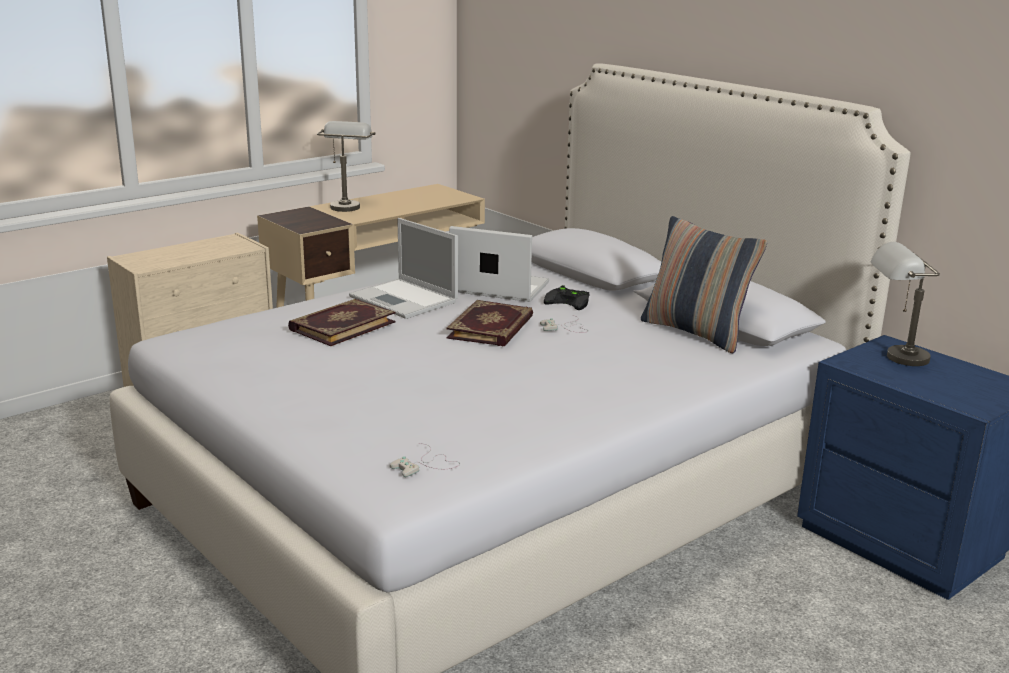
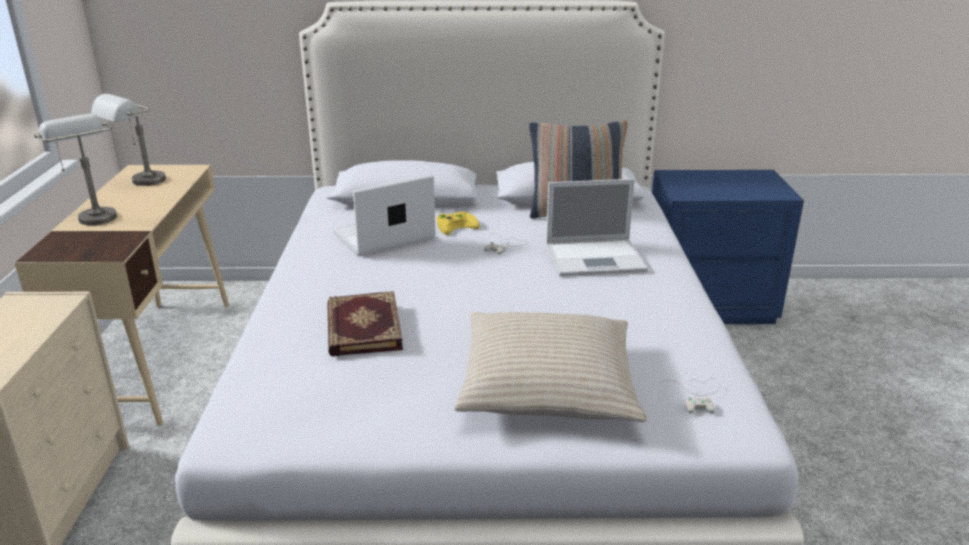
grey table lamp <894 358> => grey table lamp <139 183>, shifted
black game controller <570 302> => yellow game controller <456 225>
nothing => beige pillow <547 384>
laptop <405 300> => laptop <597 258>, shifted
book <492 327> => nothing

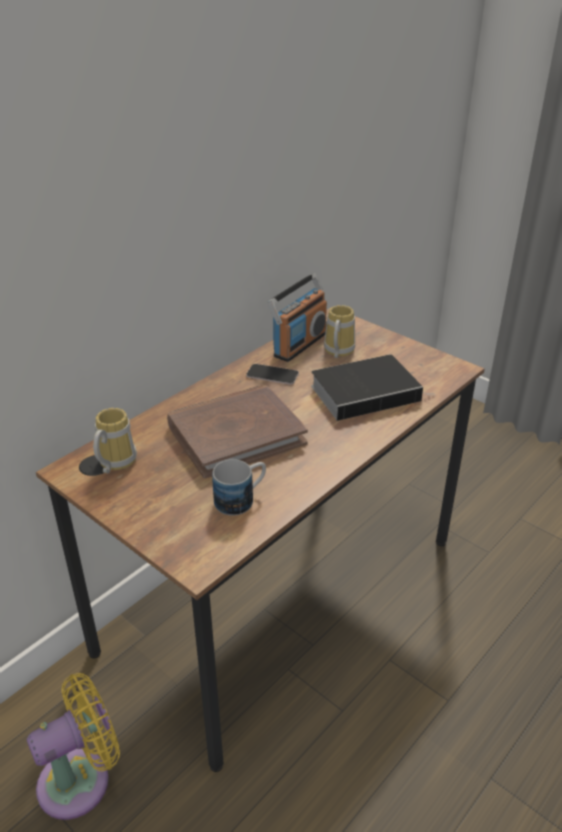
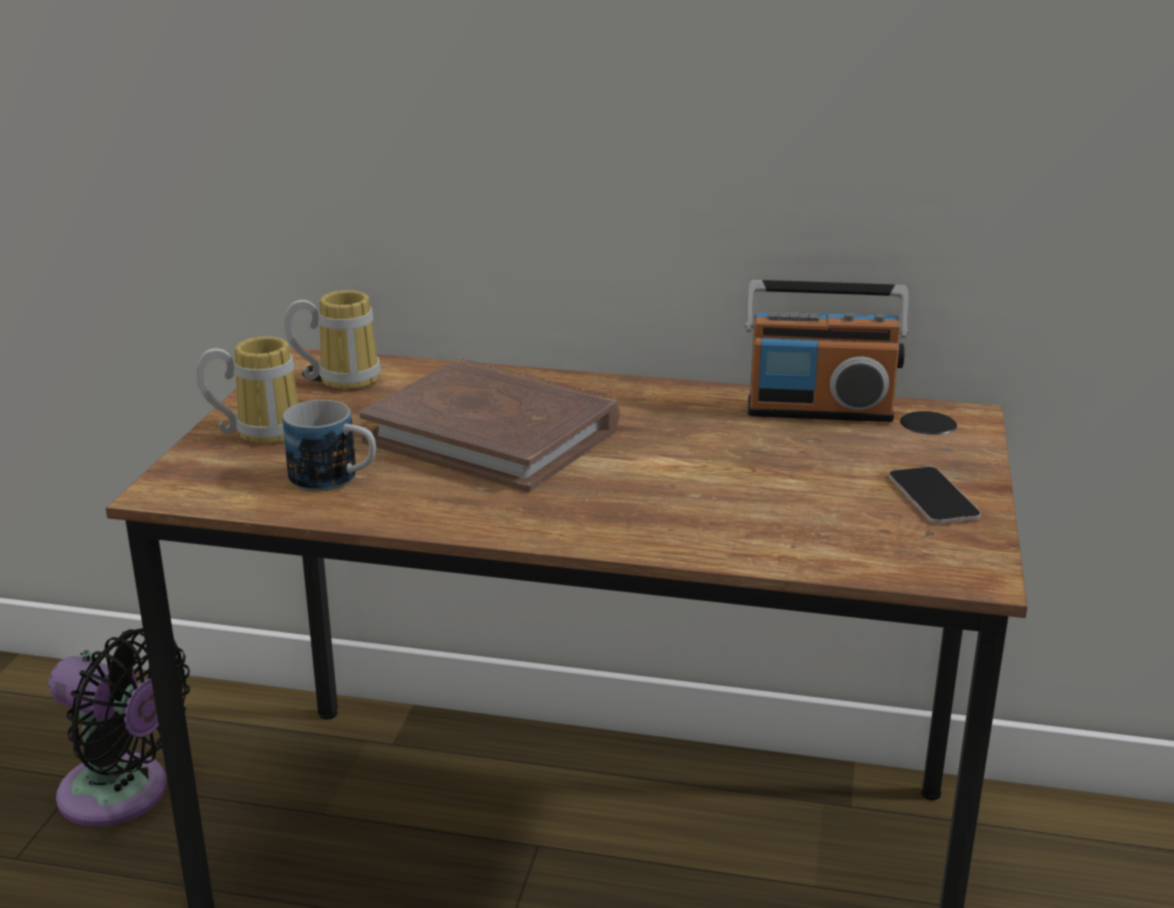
yellow fan <81 779> => black fan <122 795>
mug <336 351> => mug <259 431>, shifted
phone <272 375> => phone <933 497>, shifted
book <367 392> => nothing

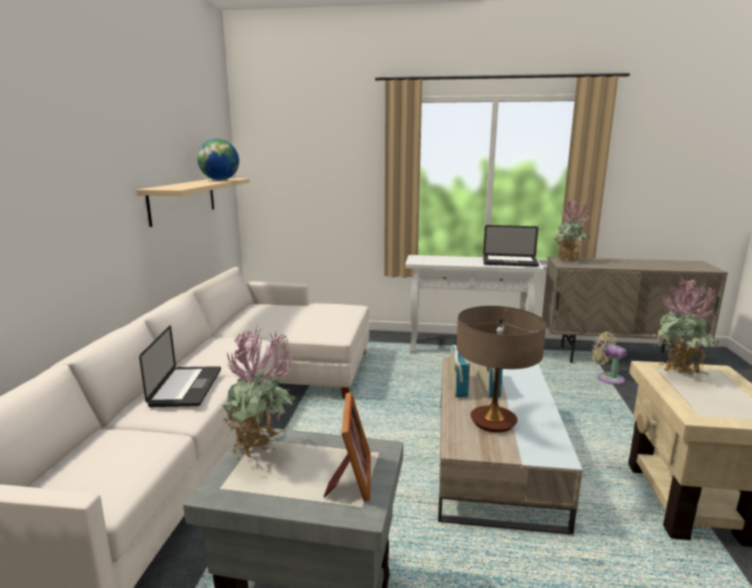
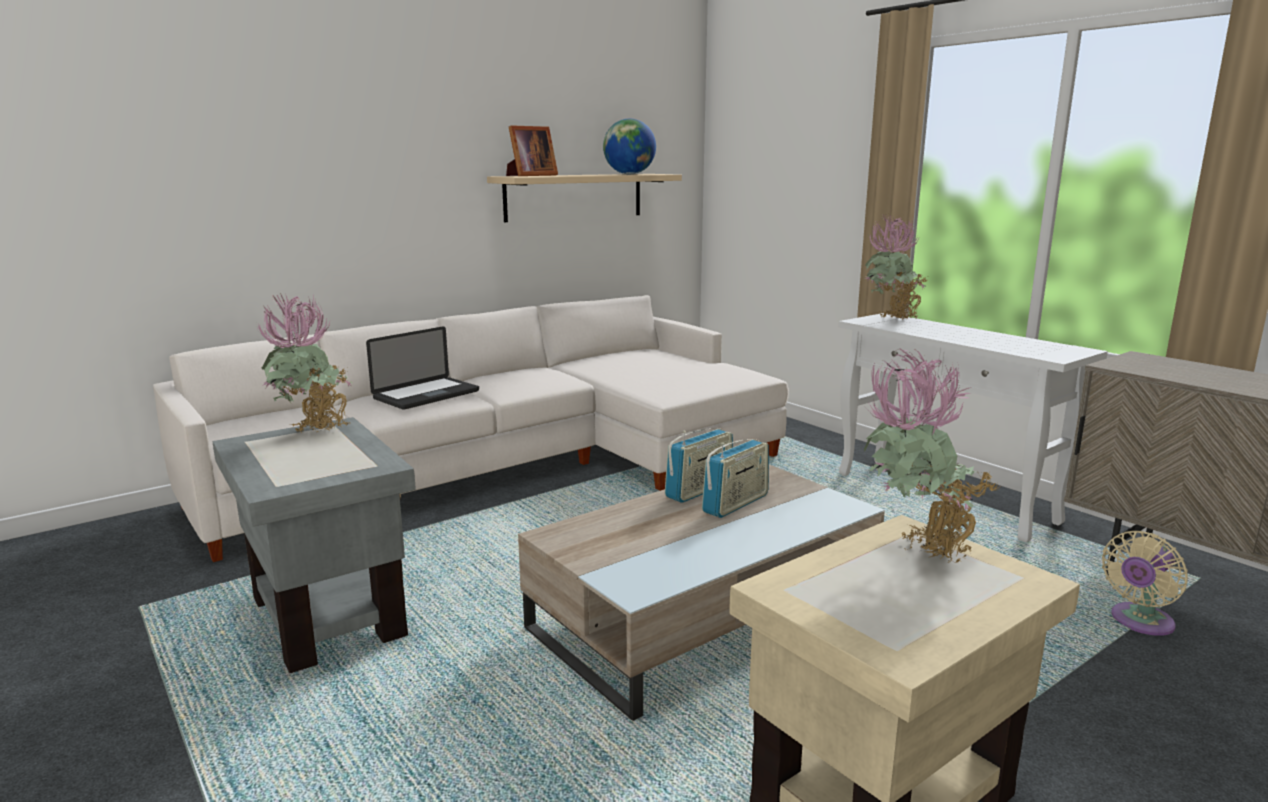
picture frame <350 478> => picture frame <530 175>, shifted
potted plant <569 261> => potted plant <892 320>, shifted
beige fan <607 378> => beige fan <1139 622>, 135 degrees counterclockwise
table lamp <493 422> => nothing
laptop <509 262> => nothing

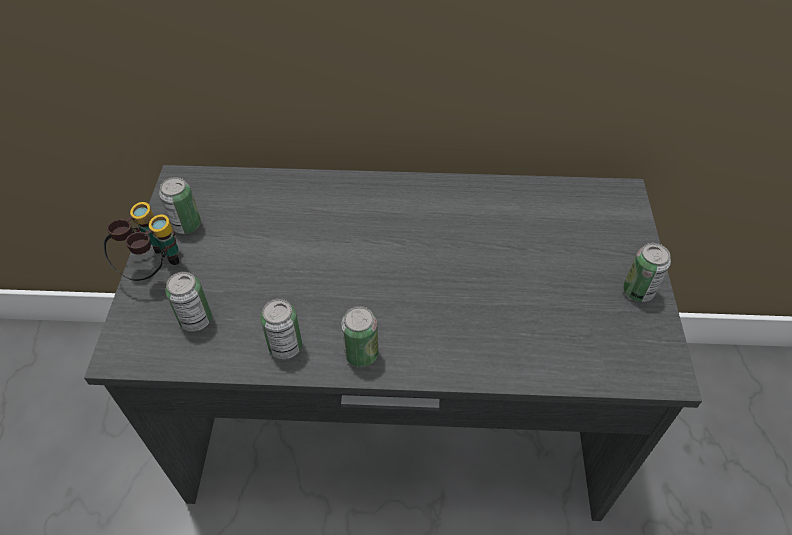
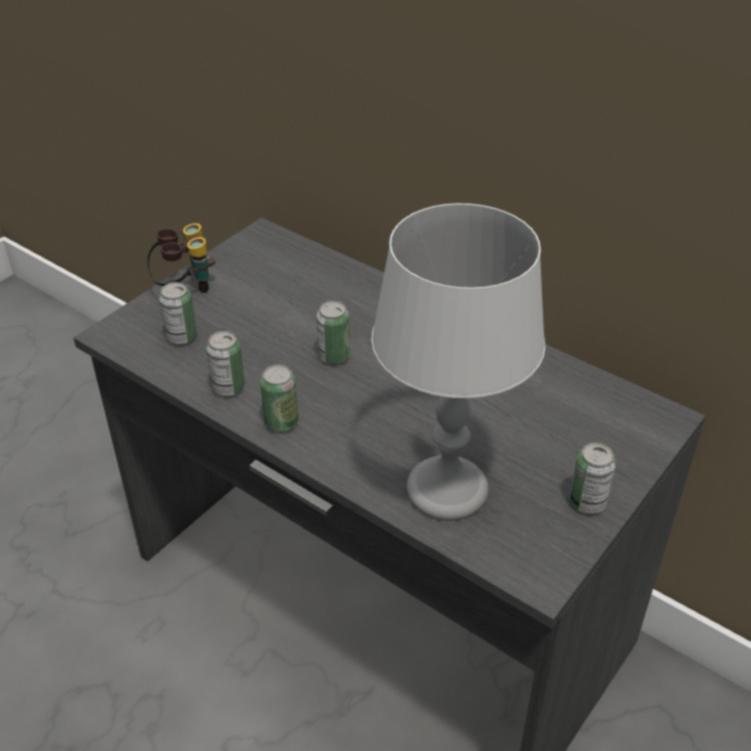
can <187 225> => can <334 356>, shifted
nothing => grey table lamp <447 489>

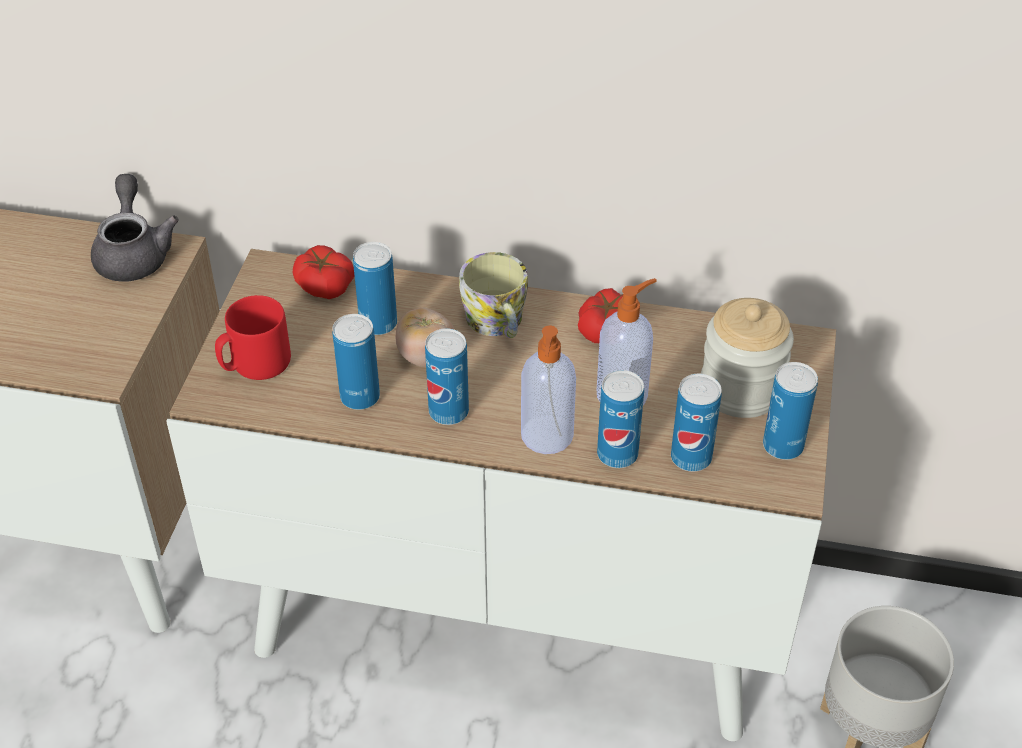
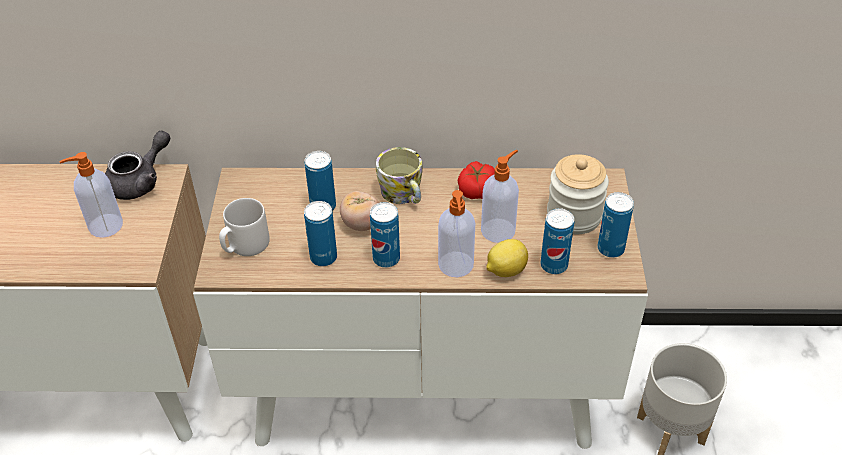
nothing => soap dispenser <104 226>
grey teapot <134 253> => grey teapot <140 181>, 60 degrees clockwise
red mug <254 364> => grey mug <245 245>
can <617 454> => lemon <505 270>
tomato <324 285> => nothing

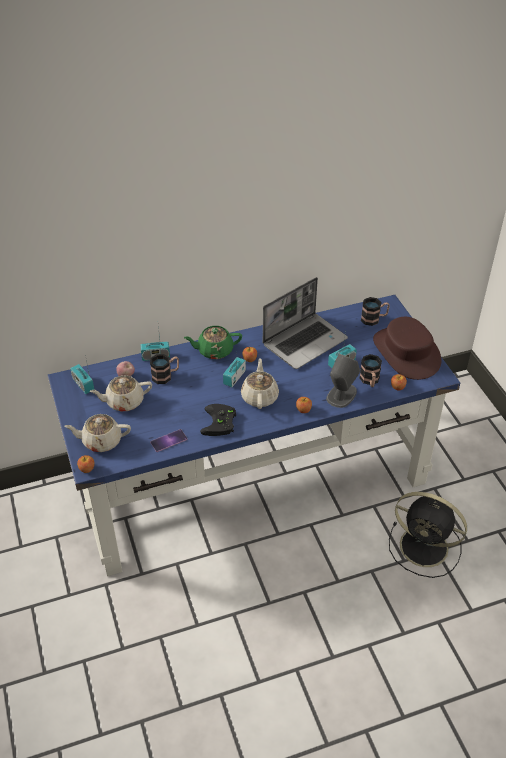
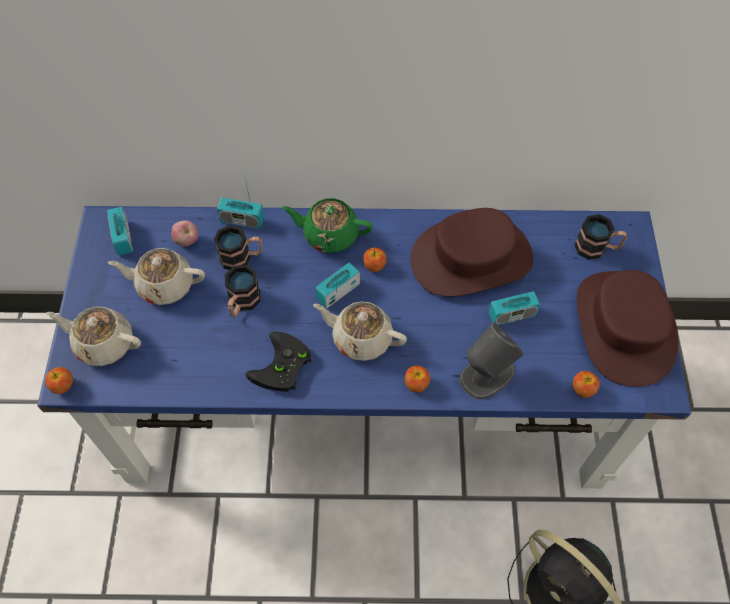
mug <370 381> => mug <242 303>, shifted
beige teapot <259 396> => beige teapot <361 338>, 90 degrees counterclockwise
laptop <305 341> => brown hat <471 258>
phone <169 440> => nothing

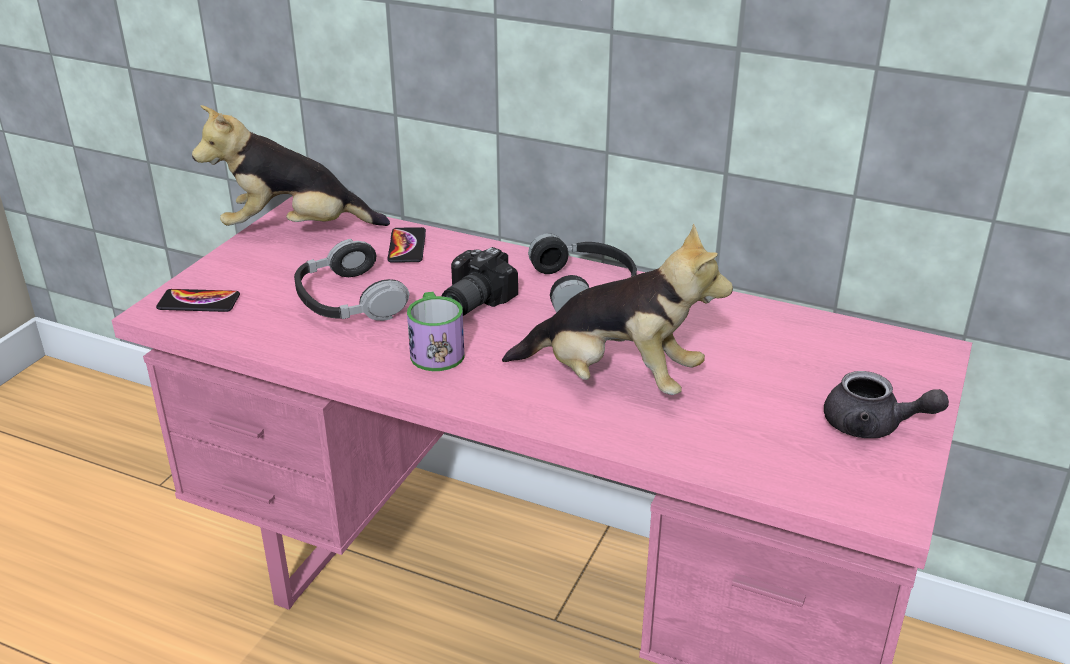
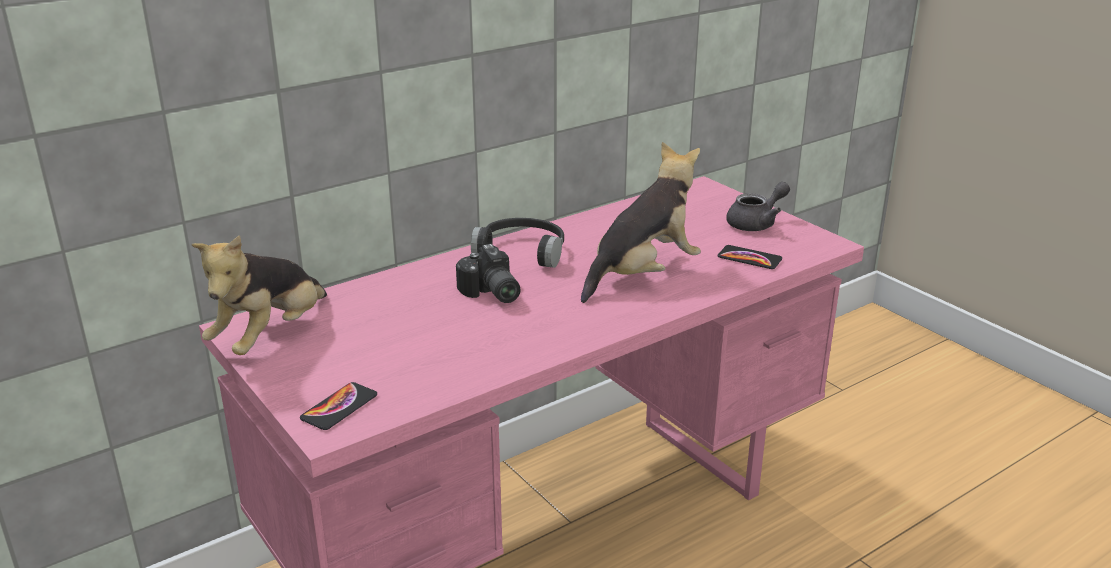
phone <407 246> => phone <749 258>, shifted
headphones <348 300> => nothing
mug <435 349> => nothing

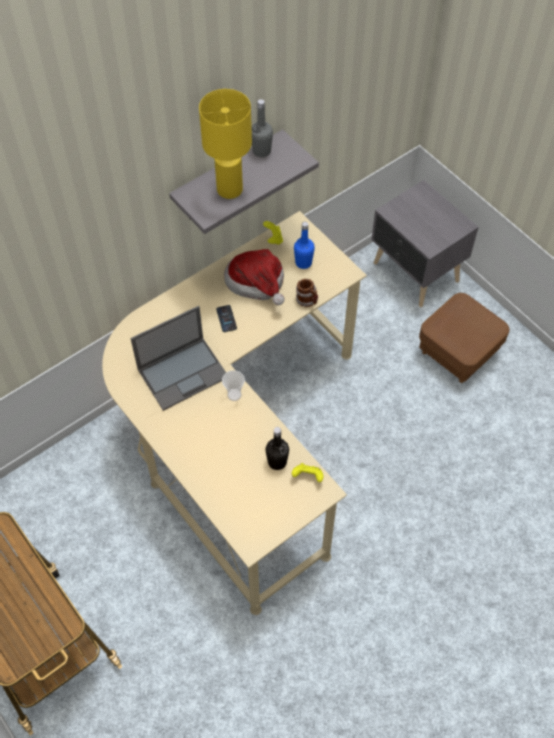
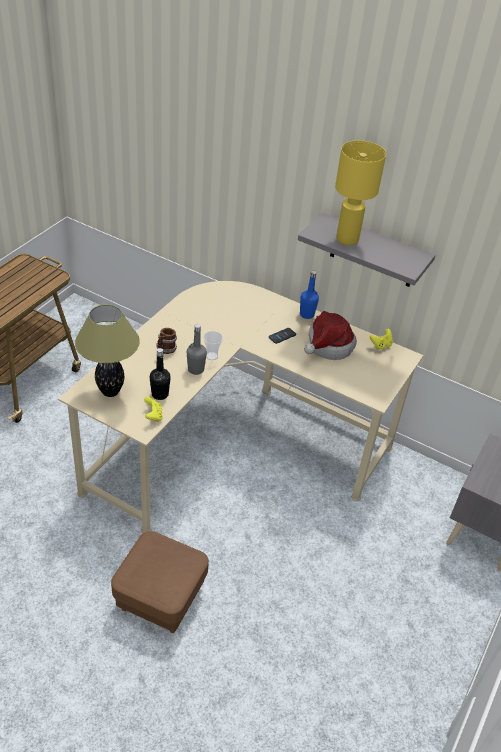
nothing => table lamp <110 392>
brown ottoman <458 352> => brown ottoman <160 598>, shifted
mug <307 301> => mug <166 350>, shifted
grey bottle <261 151> => grey bottle <196 369>, shifted
blue bottle <303 262> => blue bottle <307 314>, shifted
laptop <183 372> => nothing

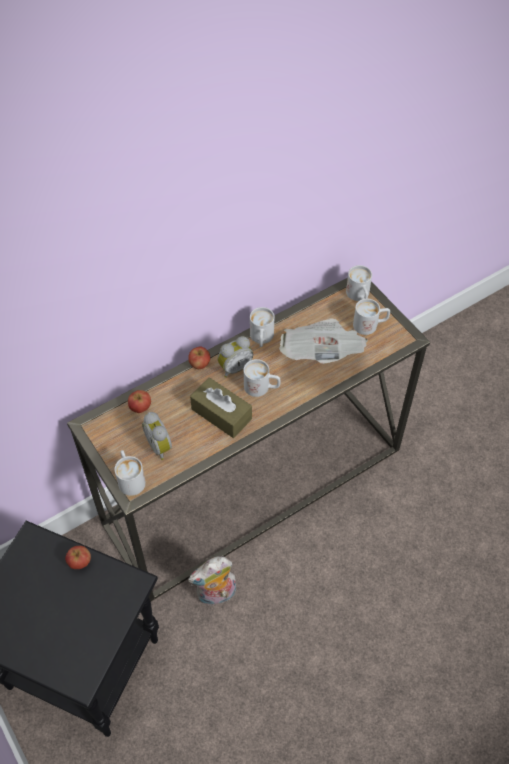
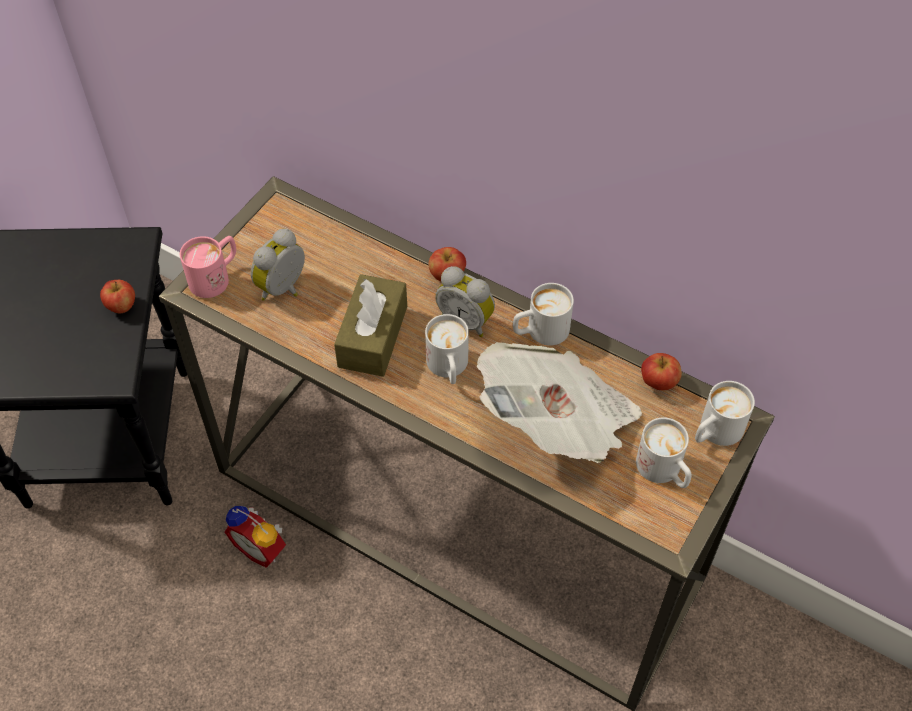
white mug <130 478> => pink mug <216 277>
plush toy <216 595> => alarm clock <262 548>
apple <140 407> => apple <658 382>, shifted

